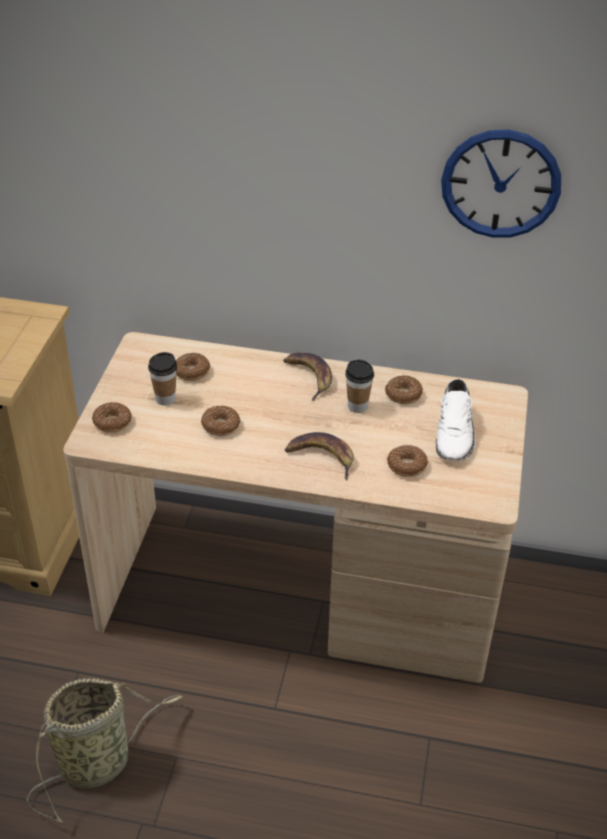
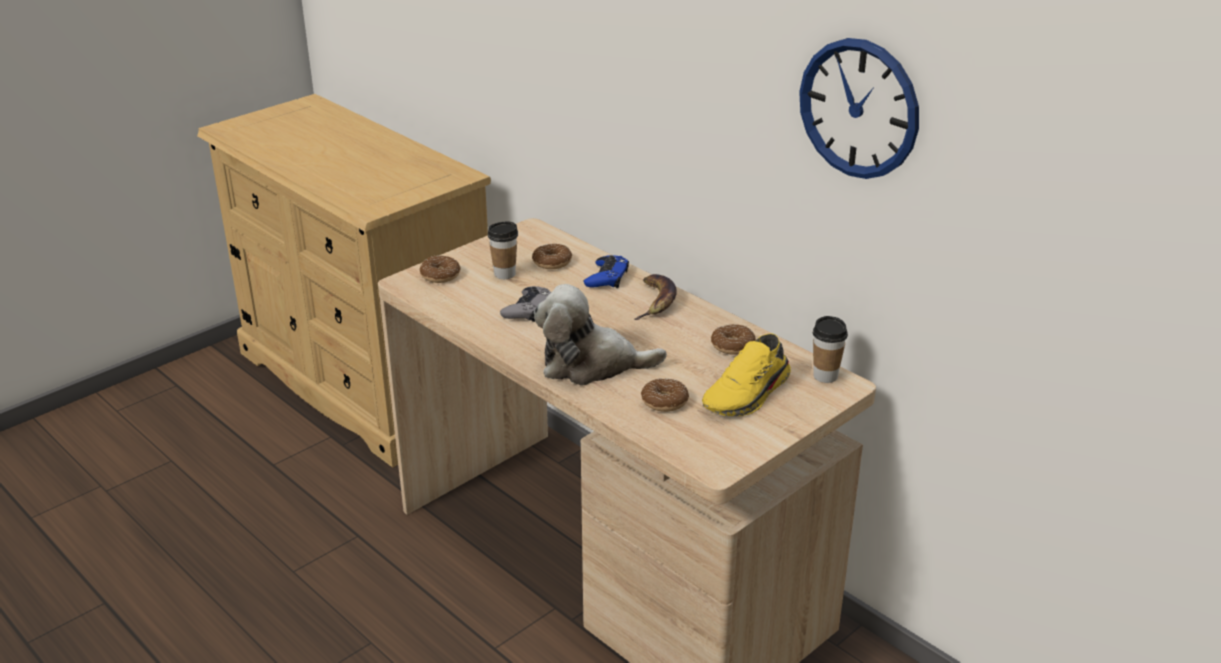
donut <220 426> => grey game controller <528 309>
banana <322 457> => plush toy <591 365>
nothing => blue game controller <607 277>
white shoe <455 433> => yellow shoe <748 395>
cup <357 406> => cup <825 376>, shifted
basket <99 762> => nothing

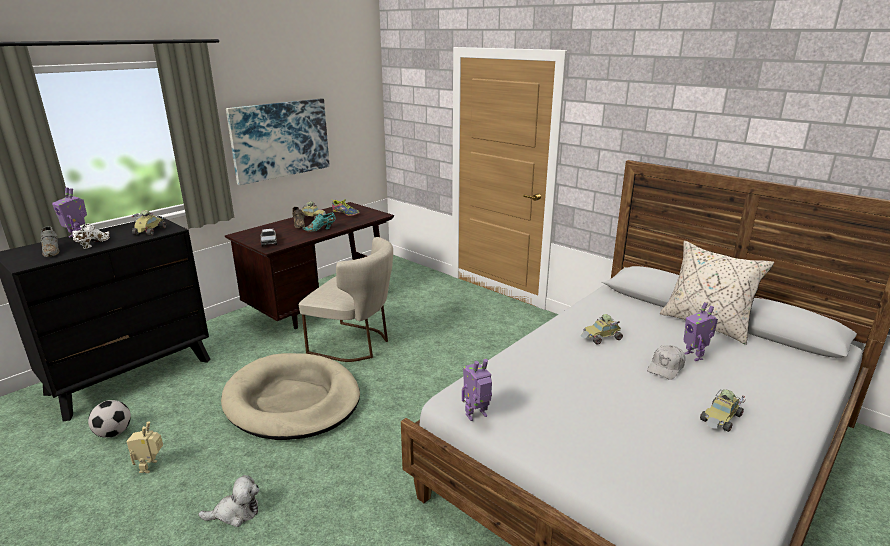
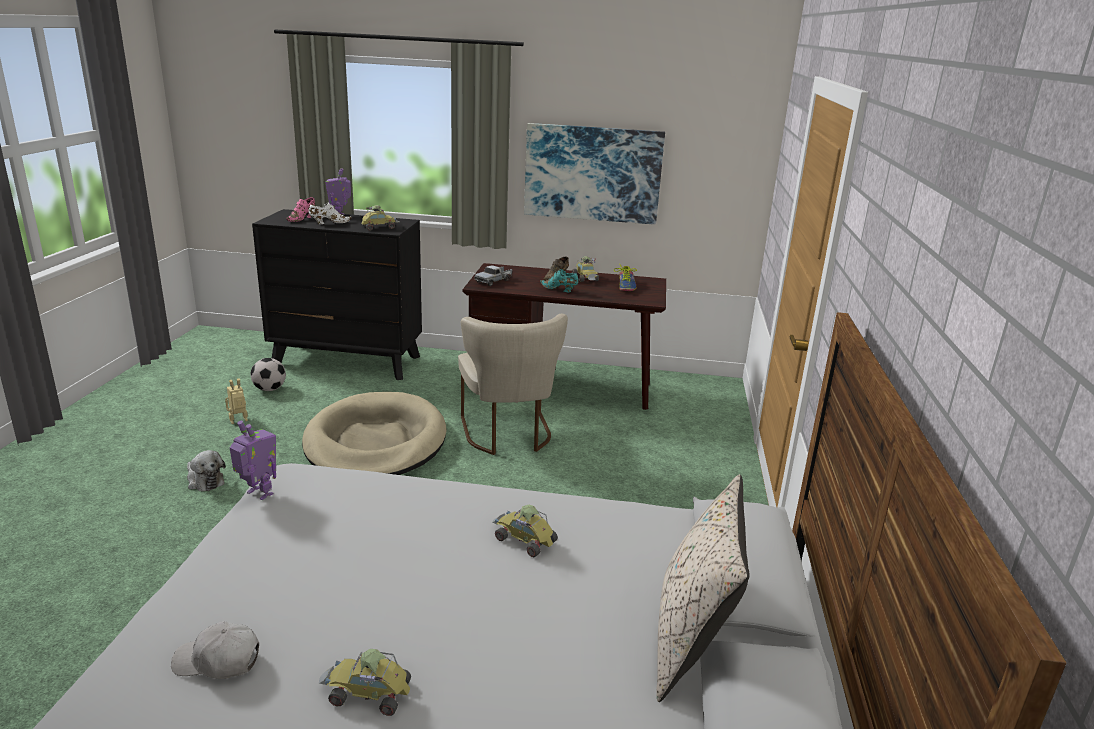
white cap <666 367> => white cap <218 661>, shifted
grey shoe <52 251> => pink shoe <302 219>
toy robot <694 356> => nothing

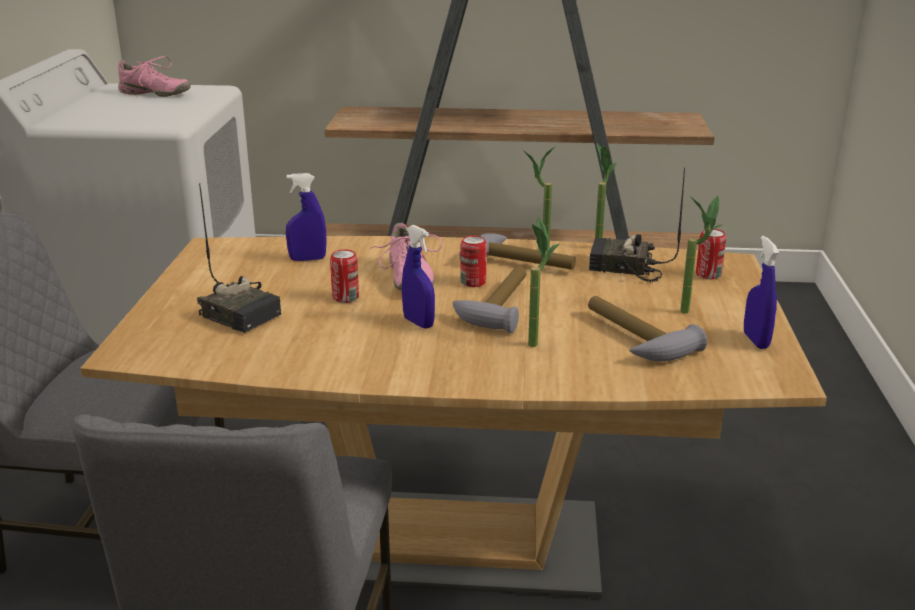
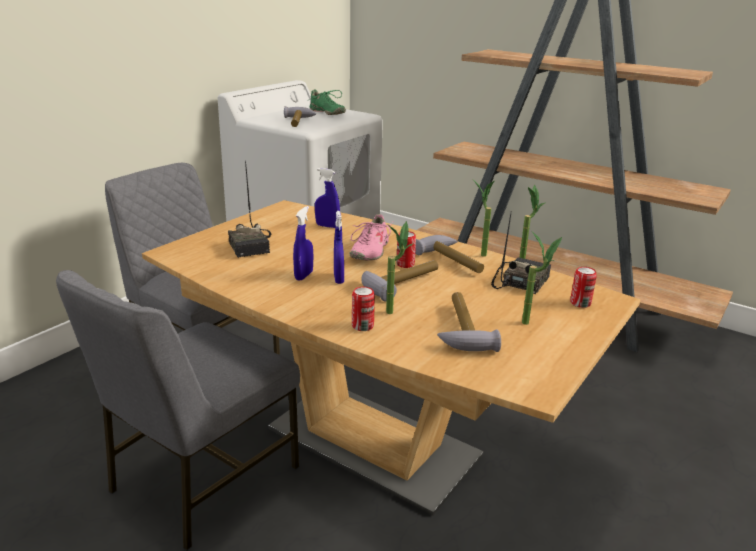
nothing => hammer <298 123>
blue spray bottle <755 340> => blue spray bottle <304 275>, shifted
pink shoe <154 94> => green shoe <327 112>
can <345 298> => can <362 326>, shifted
radio <623 268> => radio <520 282>, 75 degrees clockwise

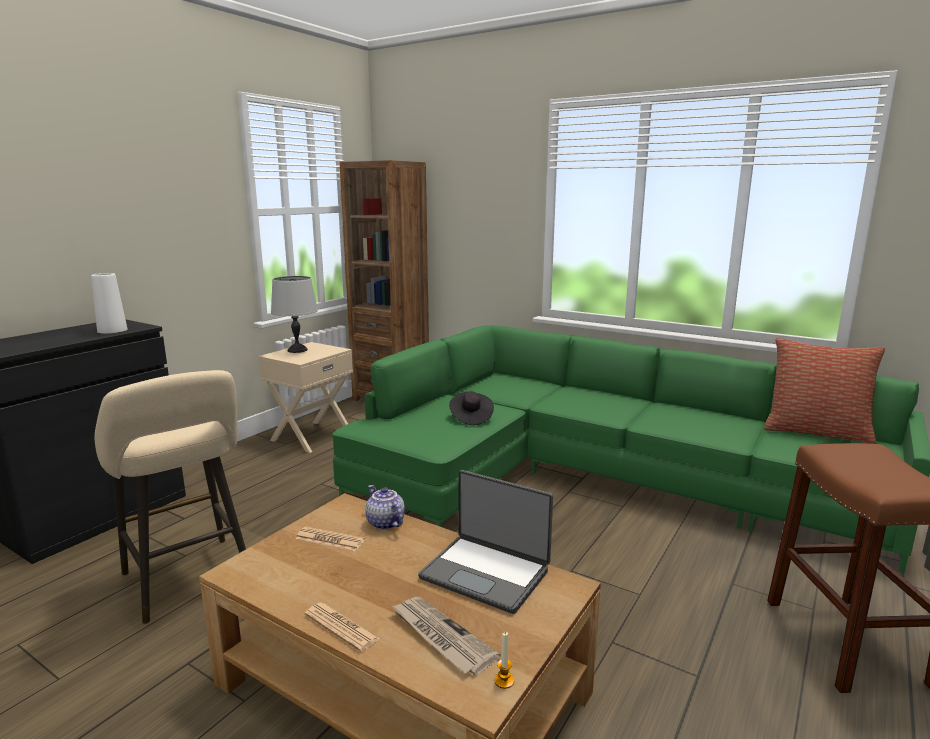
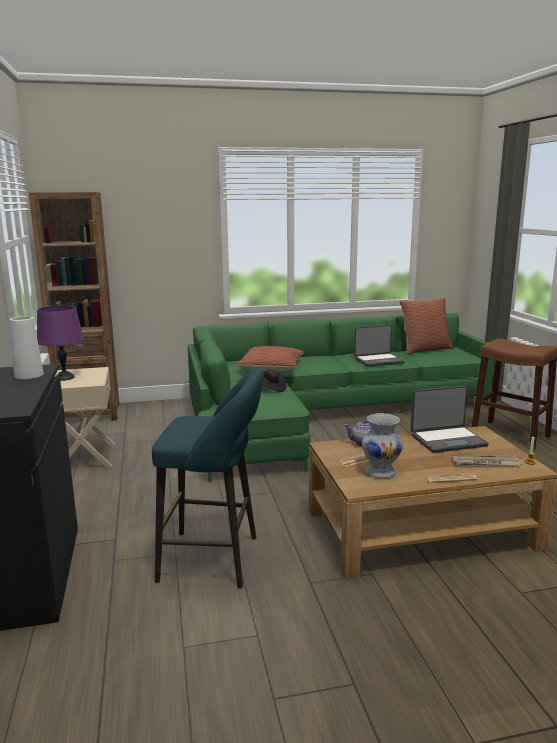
grey table lamp <297 350> => purple table lamp <64 377>
beige stool <190 581> => turquoise stool <215 559>
nothing => pillow <271 368>
nothing => laptop <378 360>
nothing => white vase <380 472>

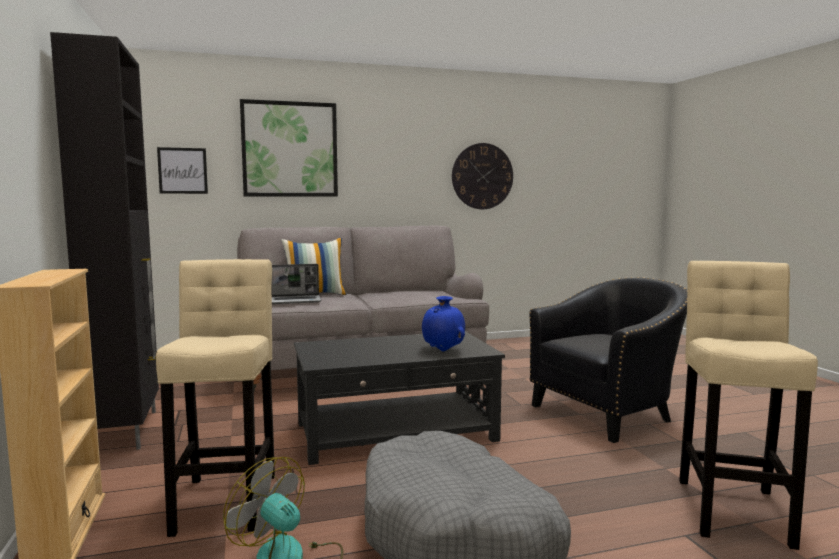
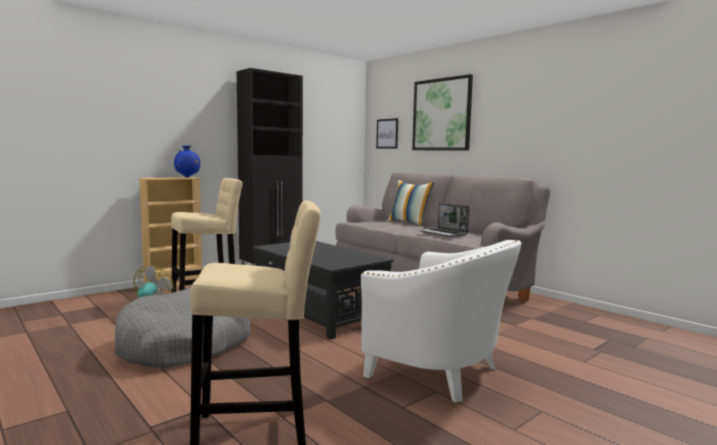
blue vase <443 351> => blue vase <187 177>, shifted
black armchair <608 414> => white armchair <441 372>
laptop <296 301> => laptop <444 233>, shifted
wall clock <482 176> => nothing

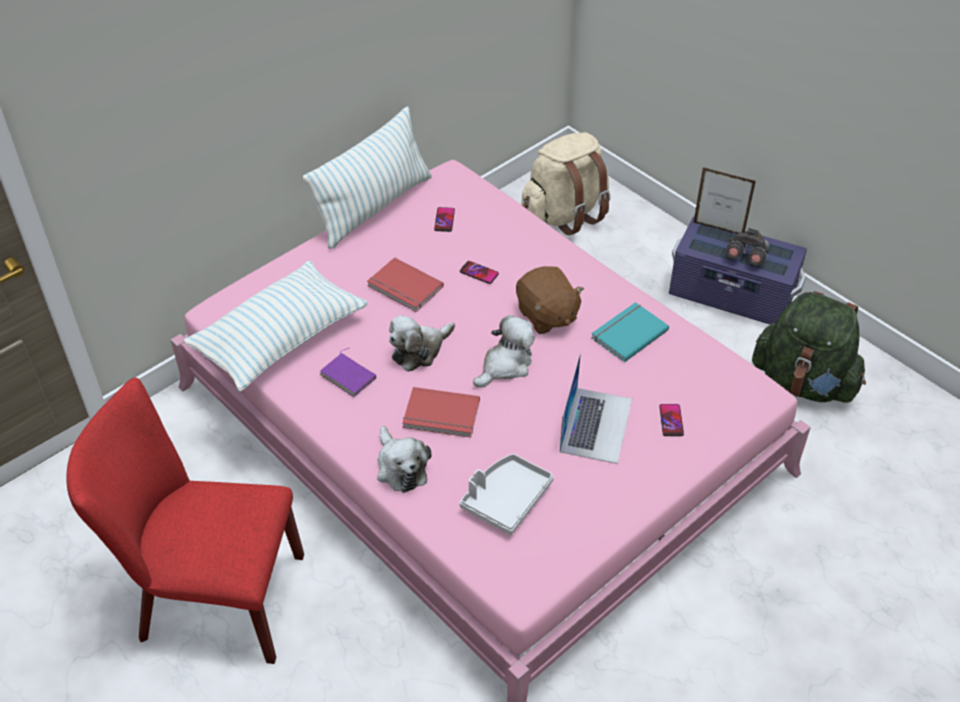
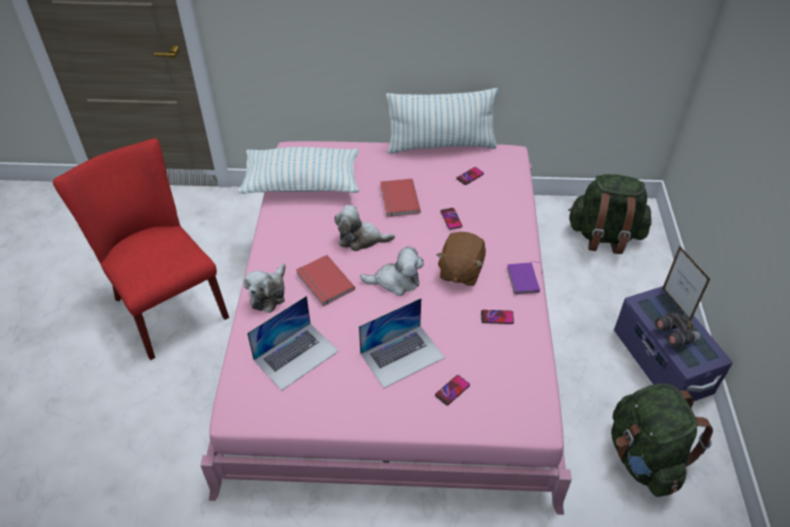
grey tray <506 499> => laptop <296 355>
turquoise book <627 333> => phone <497 317>
purple book <349 376> => purple book <524 280>, shifted
beige backpack <565 214> => green backpack <604 236>

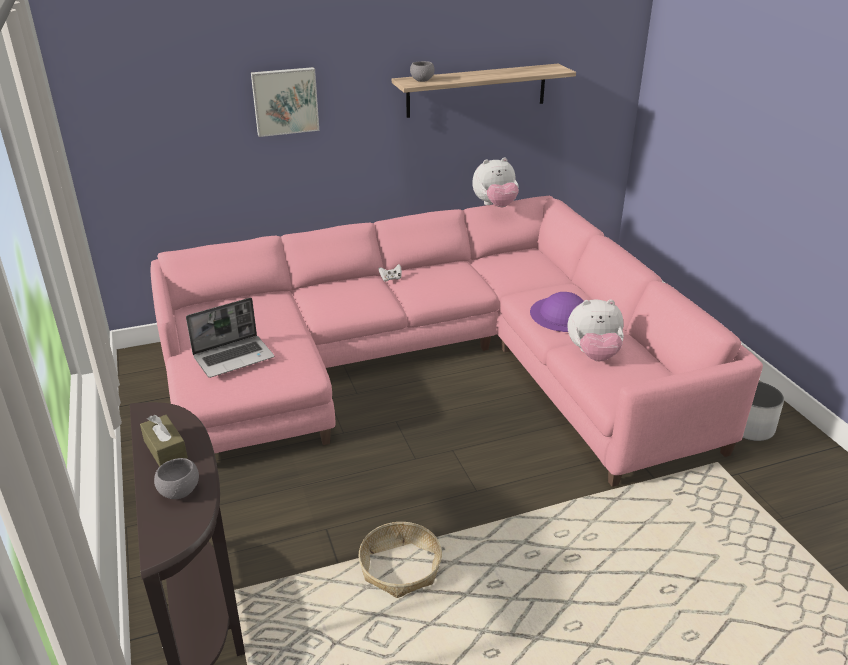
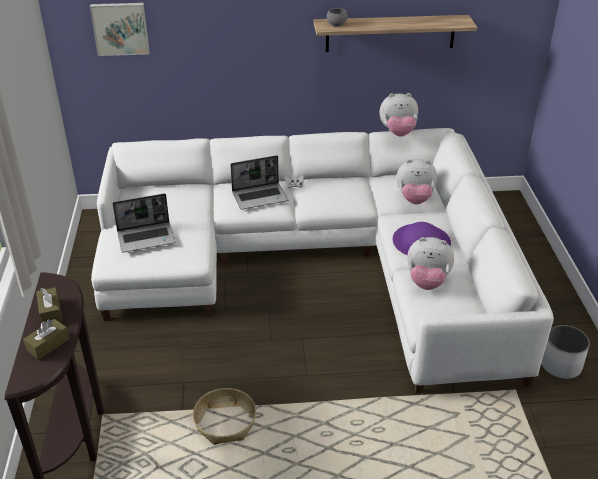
grey bowl <180 492> => brown tissue box <48 344>
picture <285 101> => picture <120 28>, shifted
pink sofa <434 364> => white sofa <319 262>
nothing => laptop <260 197>
nothing => plush toy <414 199>

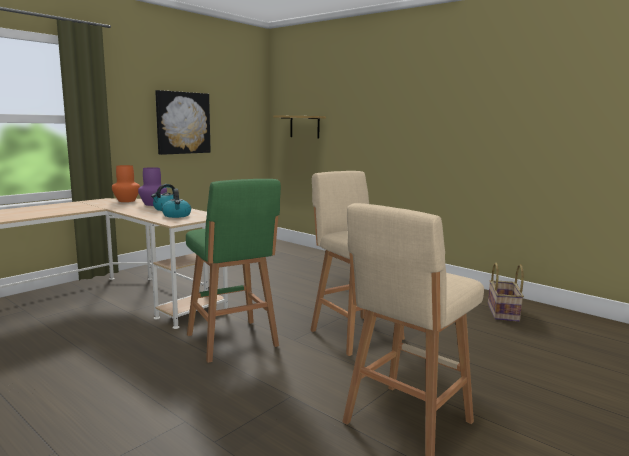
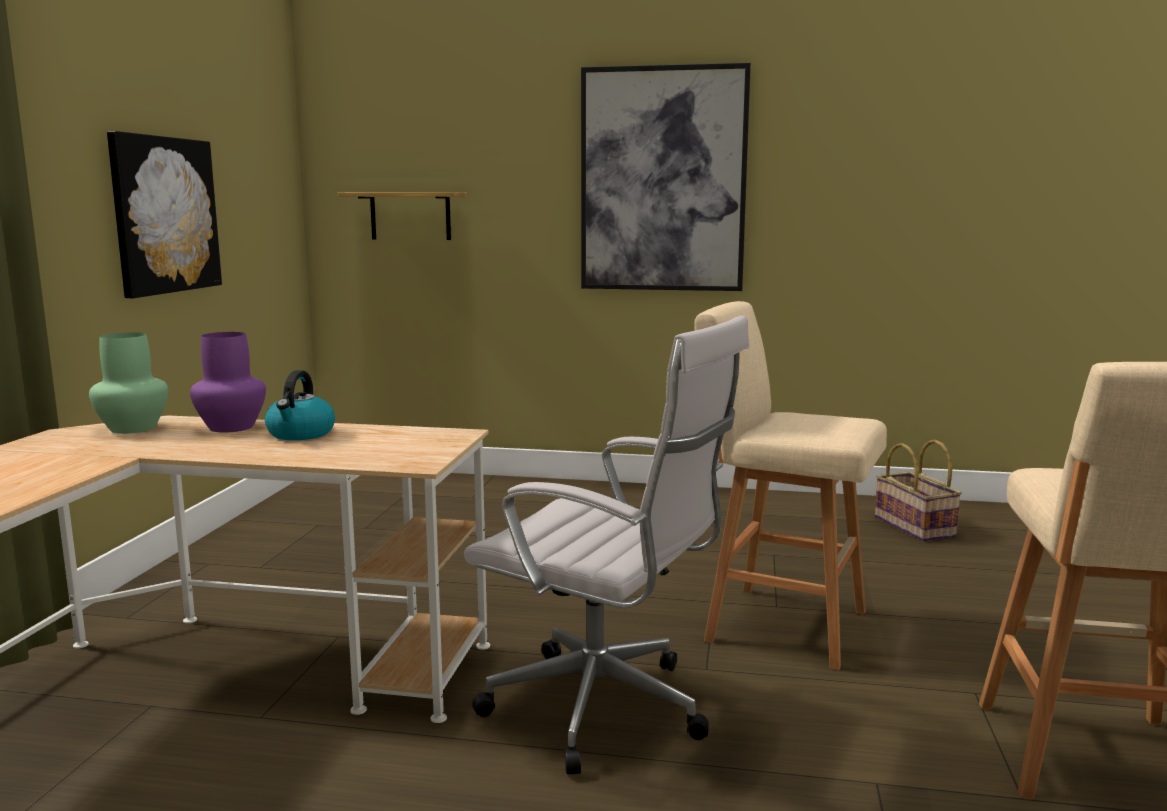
orange vase <126 201> => green vase <131 428>
green stool <233 341> => white office chair <606 710>
nothing => picture <663 180>
kettle <177 215> => nothing

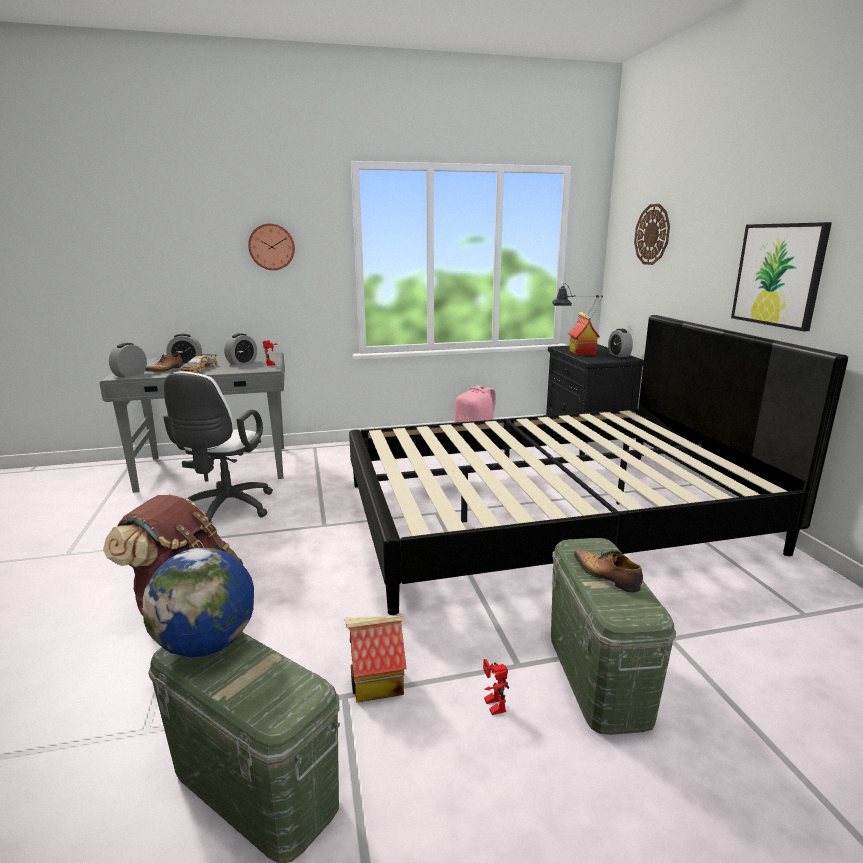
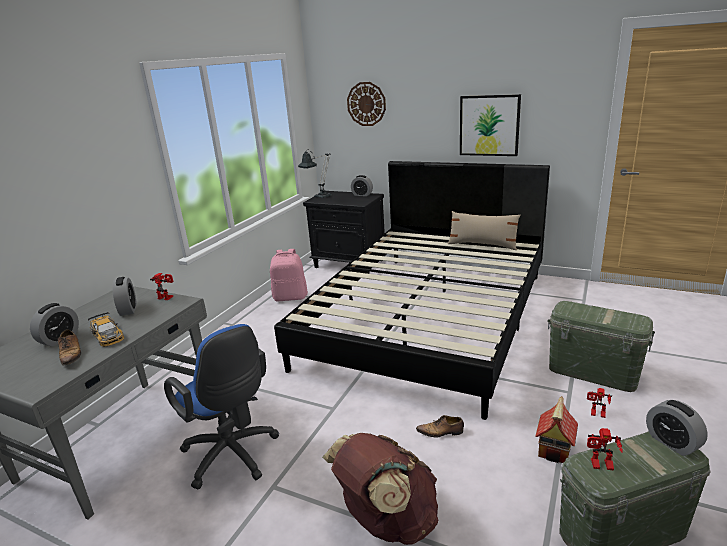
white office chair <226 510> => blue office chair <233 456>
shoe <606 576> => shoe <441 432>, shifted
nothing => beige pillow <482 245>
globe <207 644> => toy robot <601 466>
alarm clock <130 374> => alarm clock <672 442>, shifted
wall clock <271 247> => nothing
toy house <581 352> => nothing

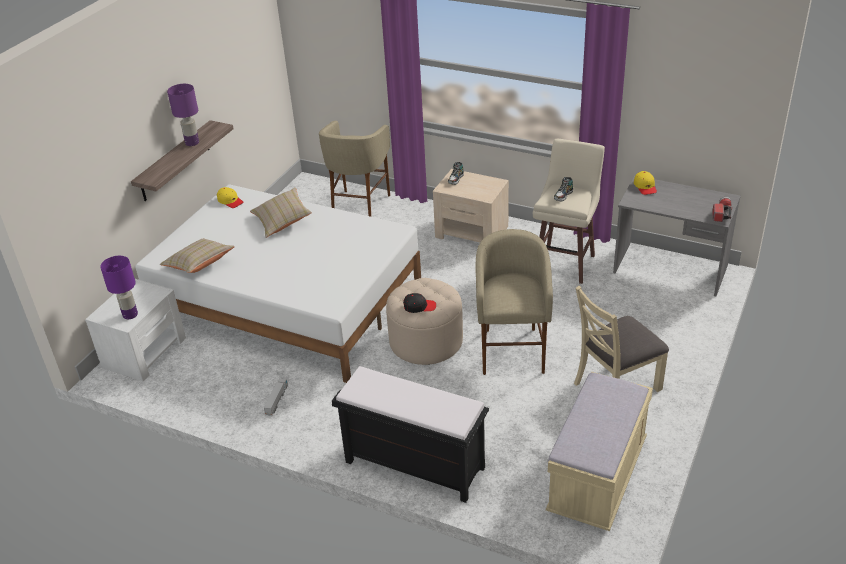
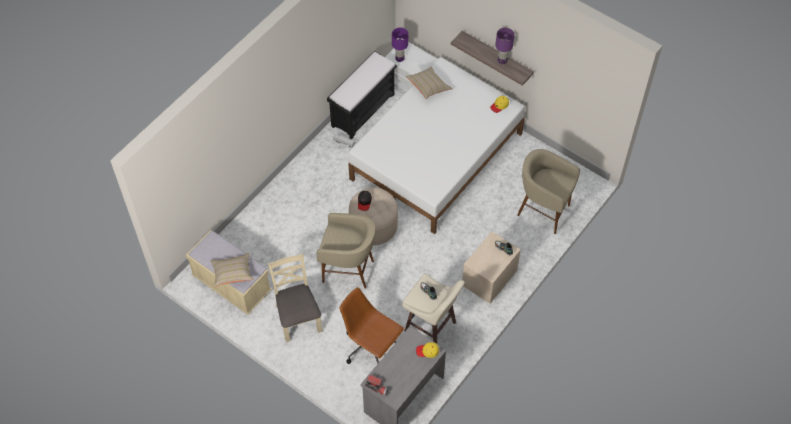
beige pillow <282 221> => beige pillow <232 273>, shifted
black bench <413 465> => black bench <363 109>, shifted
nothing => brown office chair <371 348>

